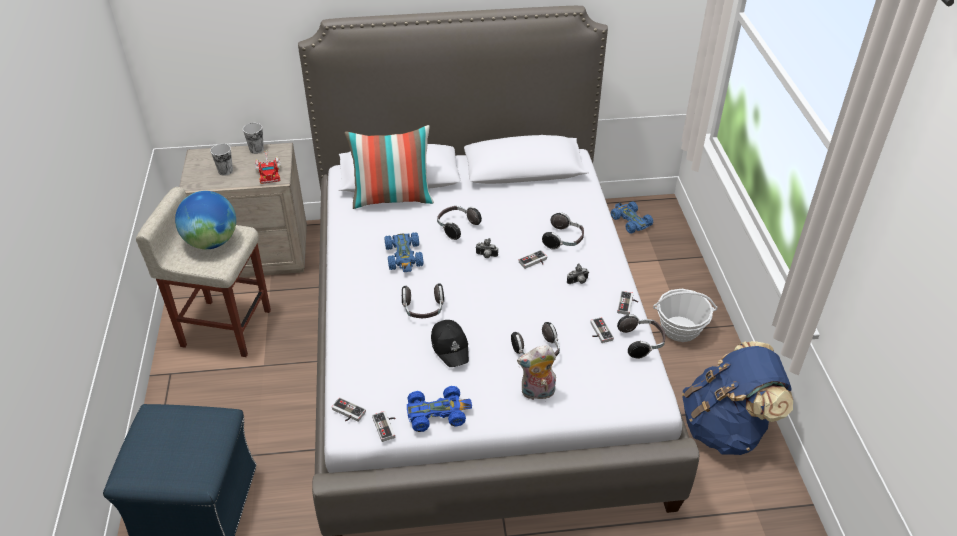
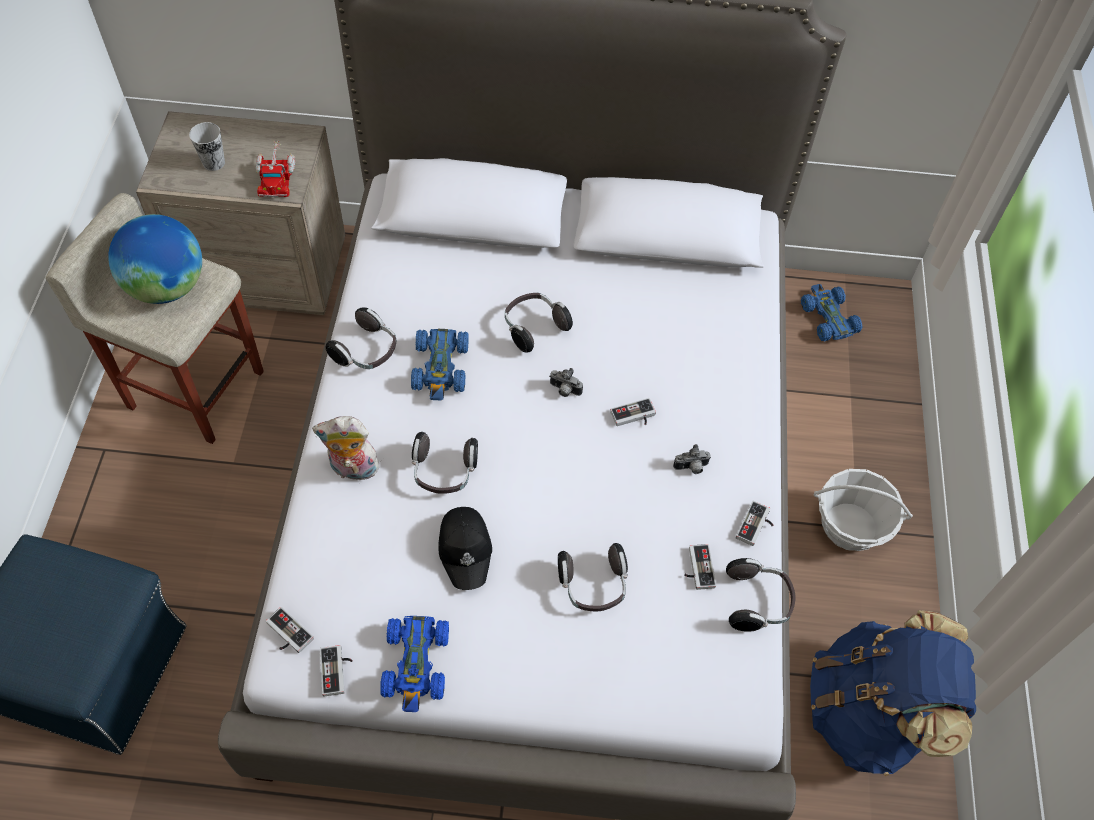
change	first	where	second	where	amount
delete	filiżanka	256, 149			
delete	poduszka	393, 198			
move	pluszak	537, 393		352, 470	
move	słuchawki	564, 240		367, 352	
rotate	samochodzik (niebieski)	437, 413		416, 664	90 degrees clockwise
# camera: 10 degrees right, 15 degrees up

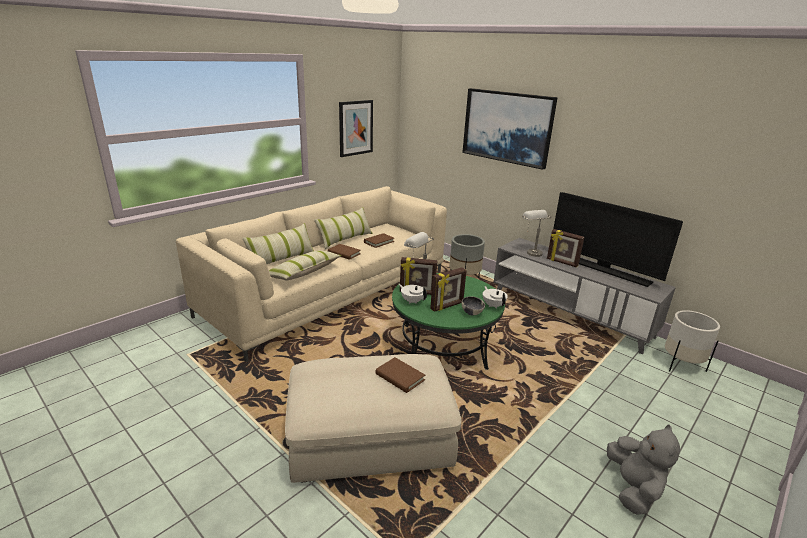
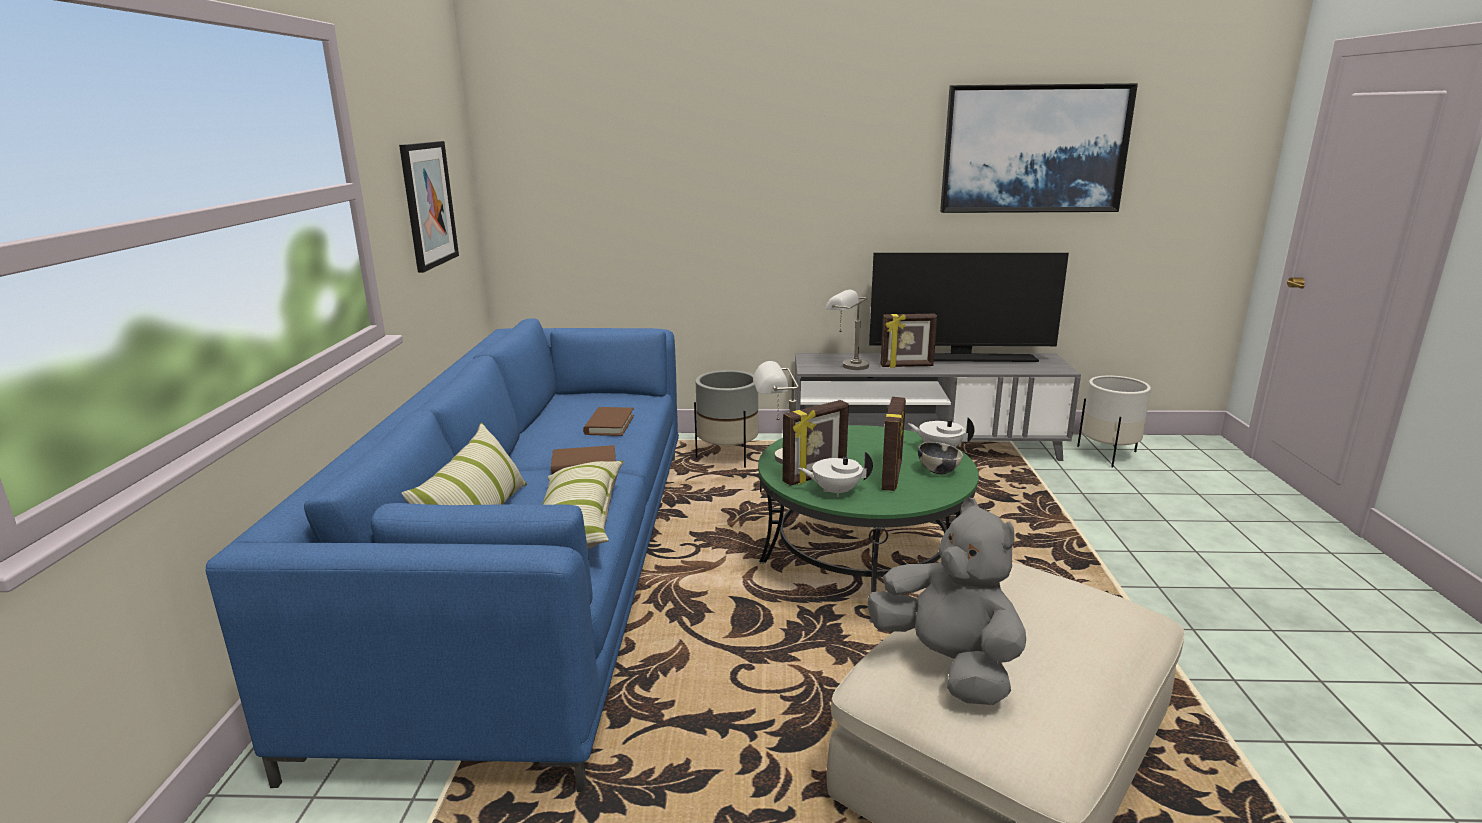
change	first	where	second	where	amount
delete	poduszka	345, 239			
delete	książka (brązowy)	400, 377			
move	obraz	507, 127		1033, 149	
move	pluszak (szary)	633, 488		947, 664	
recolor	kanapa (beżowy)	330, 292	kanapa (niebieski)	537, 572	
# camera: 40 degrees left, 5 degrees down

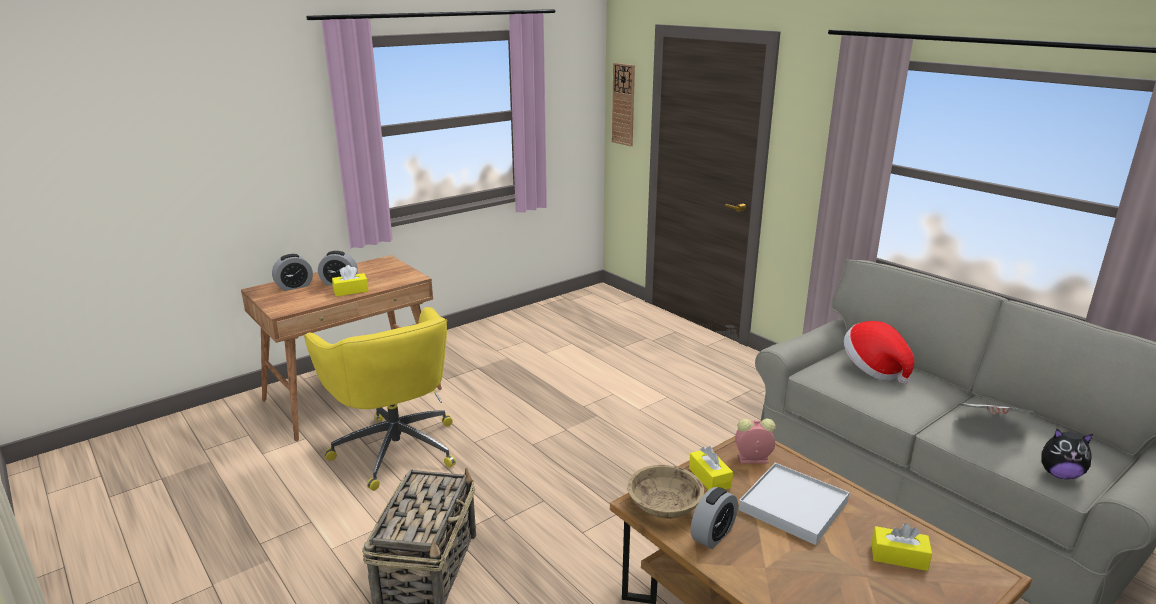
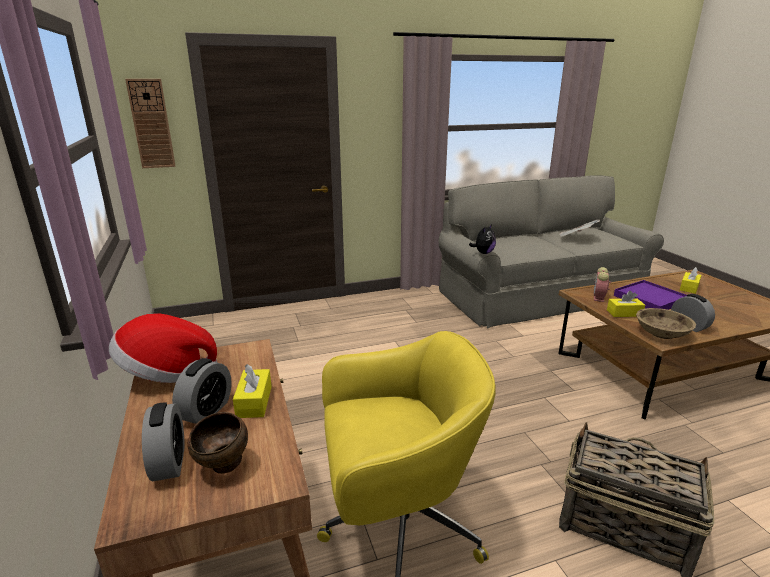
change	first	where	second	where	amount
insert			miska (brązowy)	224, 466	
move	kapelusz	874, 369		165, 373	
move	pluszak	1059, 474		483, 253	
recolor	taca (biały)	793, 506	taca (fioletowy)	649, 299	
# camera: 70 degrees left, 0 degrees up

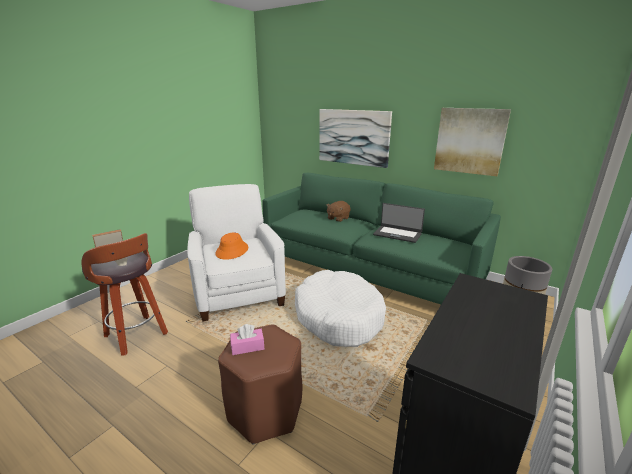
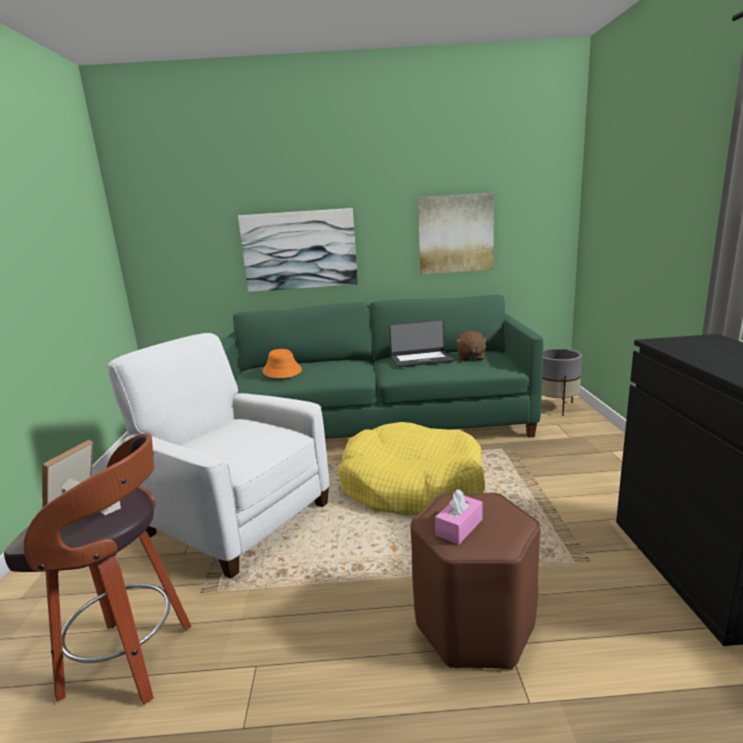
change	first	where	second	where	amount
move	kapelusz (pomarańczowy)	232, 251		282, 371	
move	pluszak (brązowy)	338, 218		470, 358	
recolor	legowisko (biały)	338, 317	legowisko (żółty)	412, 485	
# camera: 35 degrees left, 5 degrees down

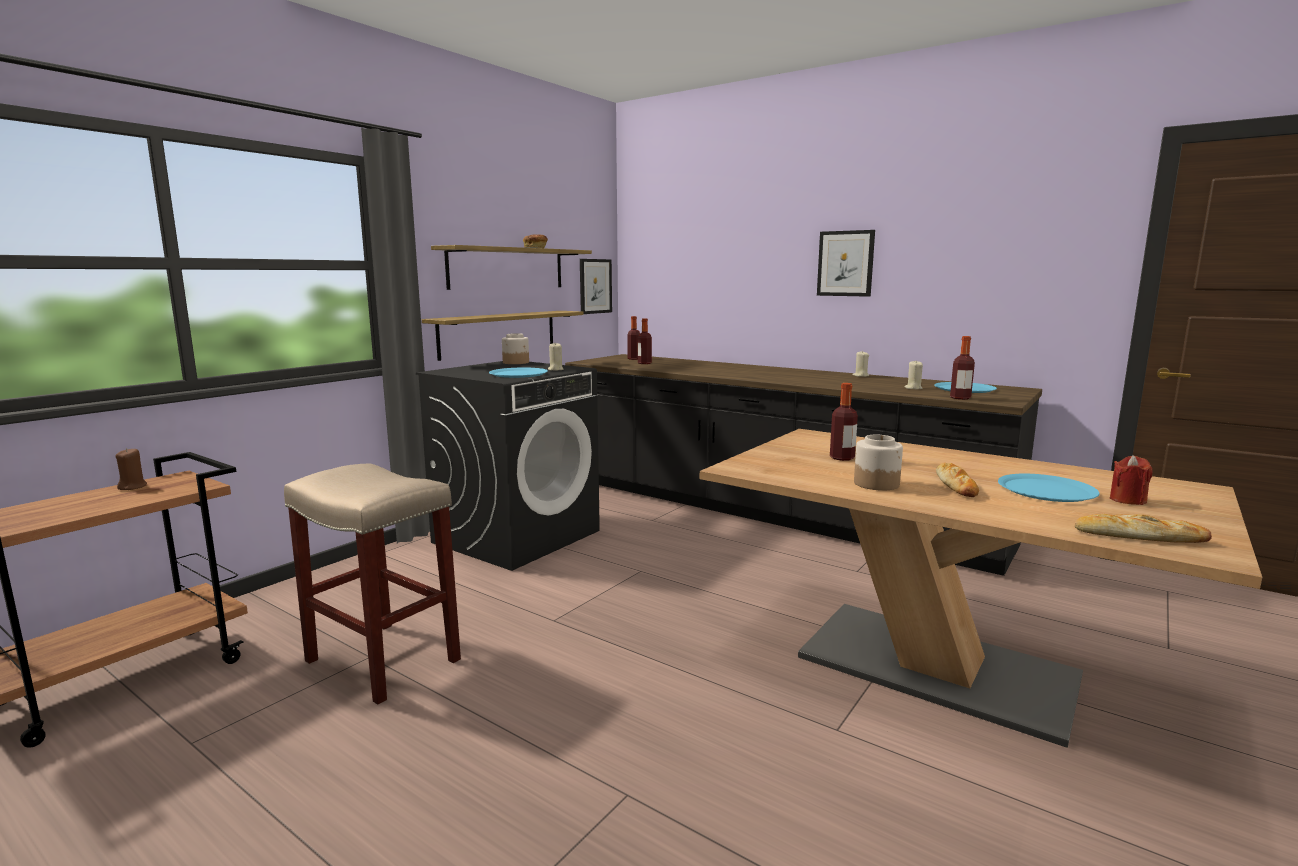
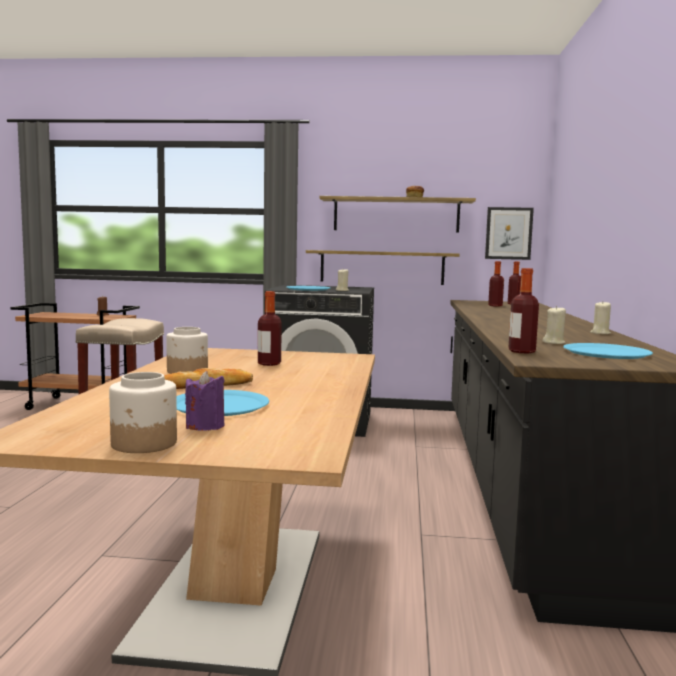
change	first	where	second	where	amount
delete	obraz	845, 263			
delete	chleb	1138, 536			
move	słoik	516, 362		144, 444	
recolor	świeca (czerwony)	1127, 500	świeca (fioletowy)	205, 426	
# camera: 60 degrees right, 5 degrees down

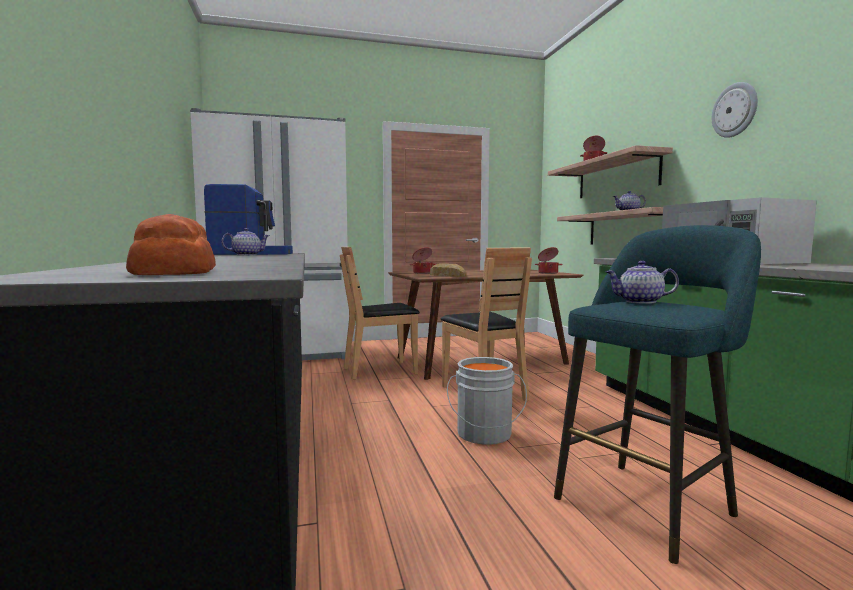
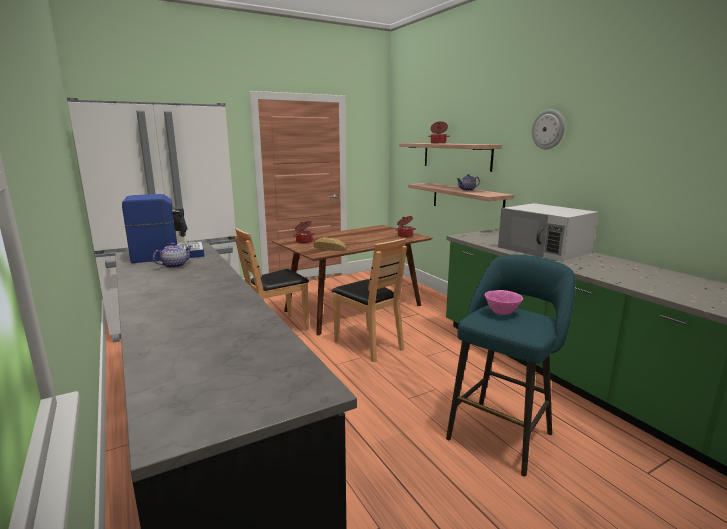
change	first	where	second	where	amount
delete	chleb	175, 271			
delete	wiadro (szary)	484, 435			
replace	imbryk	640, 301	miska (różowy)	502, 313	
# camera: 15 degrees left, 10 degrees up

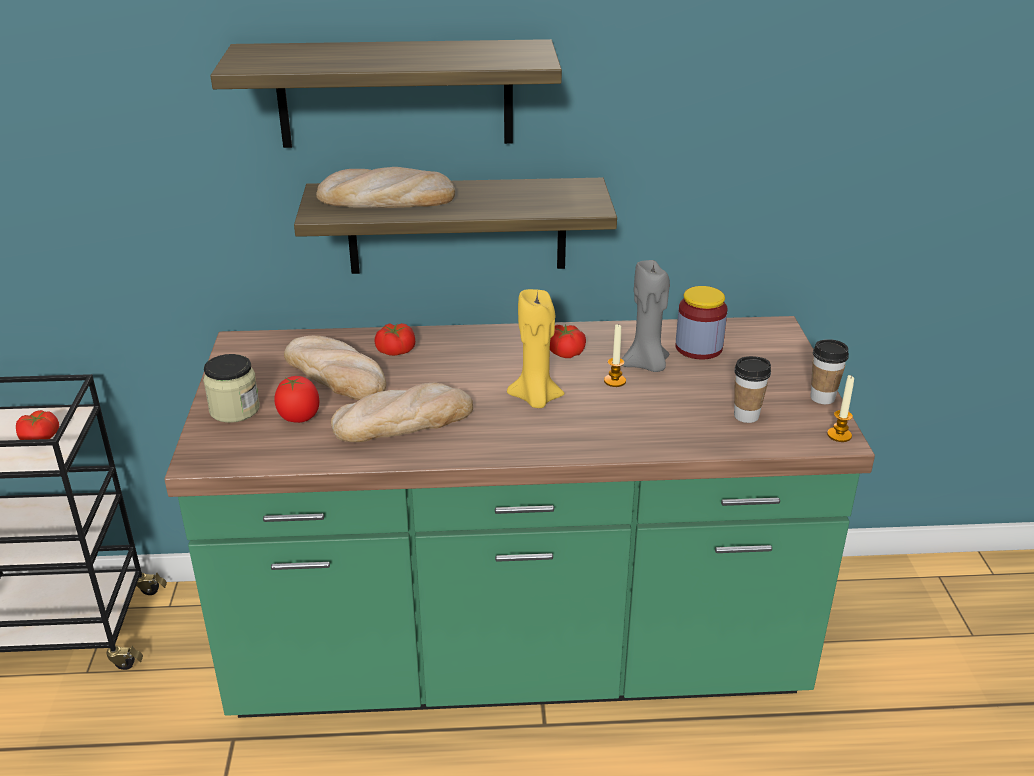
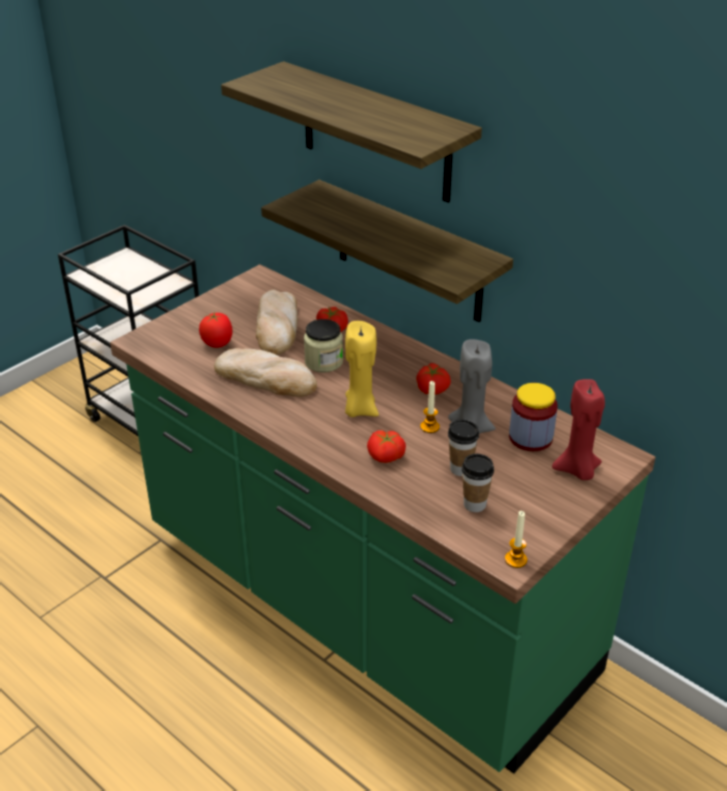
change	first	where	second	where	amount
delete	chleb	386, 199			
insert			świeca (czerwony)	577, 470	
move	pomidor	40, 438		386, 456	
move	słoik	234, 409		323, 362	
move	filiżanka	822, 398		460, 469	
# camera: 45 degrees right, 5 degrees up

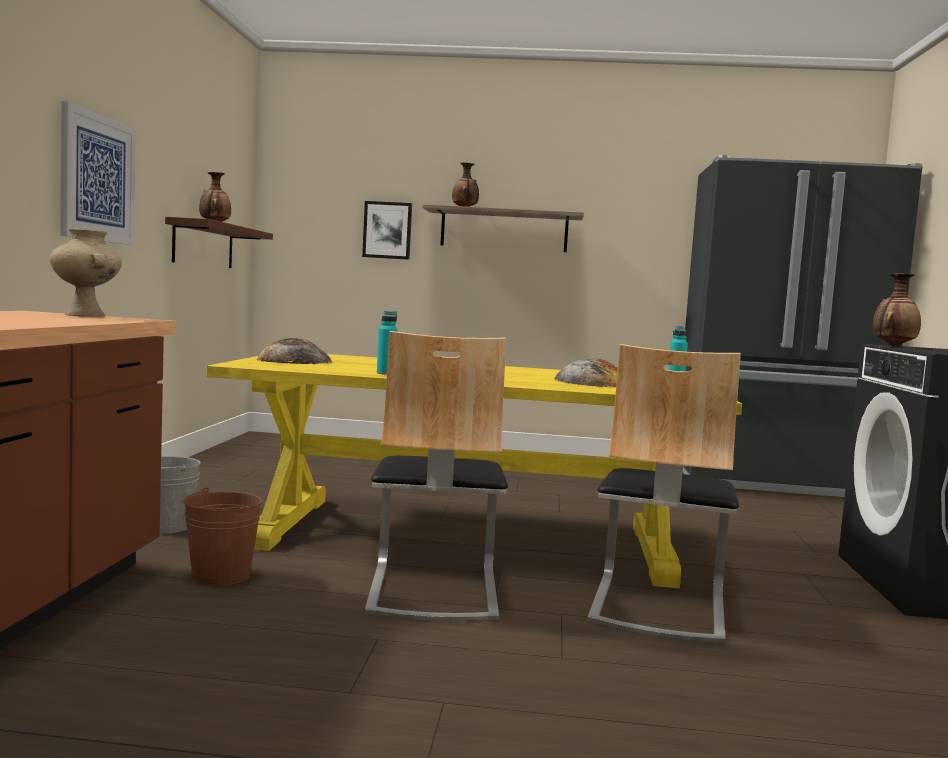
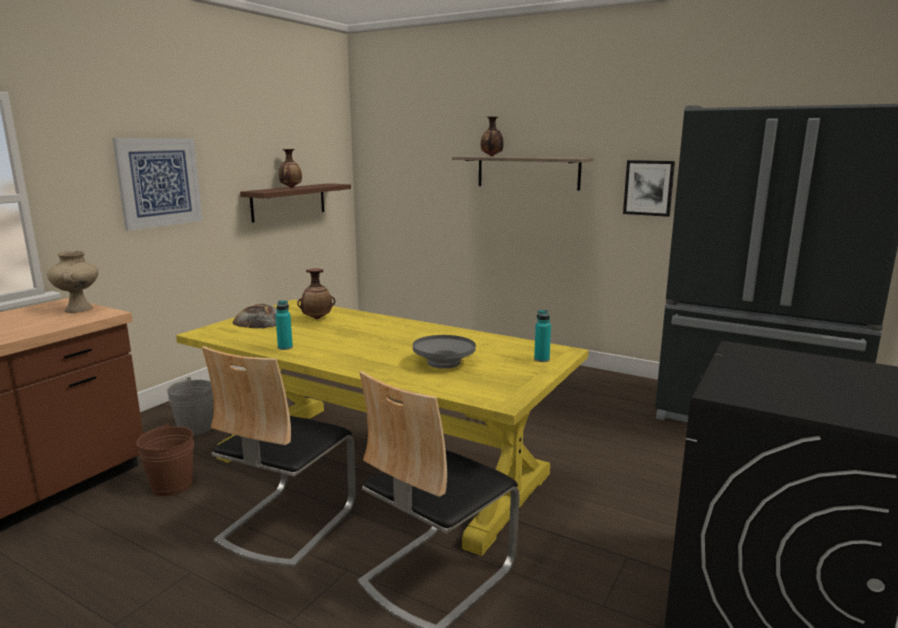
change	first	where	second	where	amount
move	obraz	387, 230		648, 188	
move	wazon	893, 346		317, 318	
replace	chleb	591, 382	miska (szary)	444, 363	
# camera: 25 degrees right, 10 degrees up

